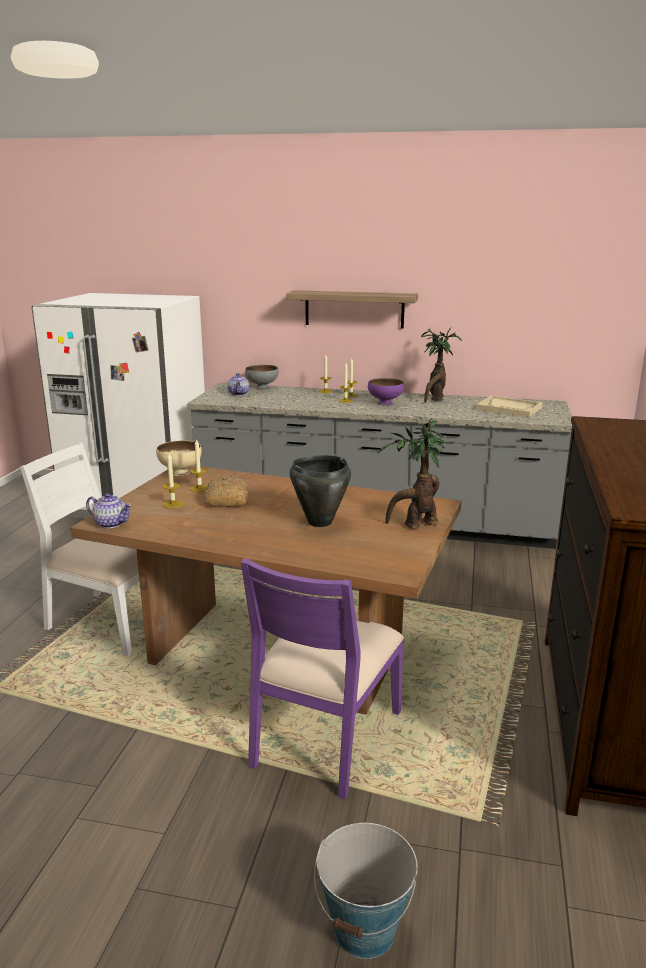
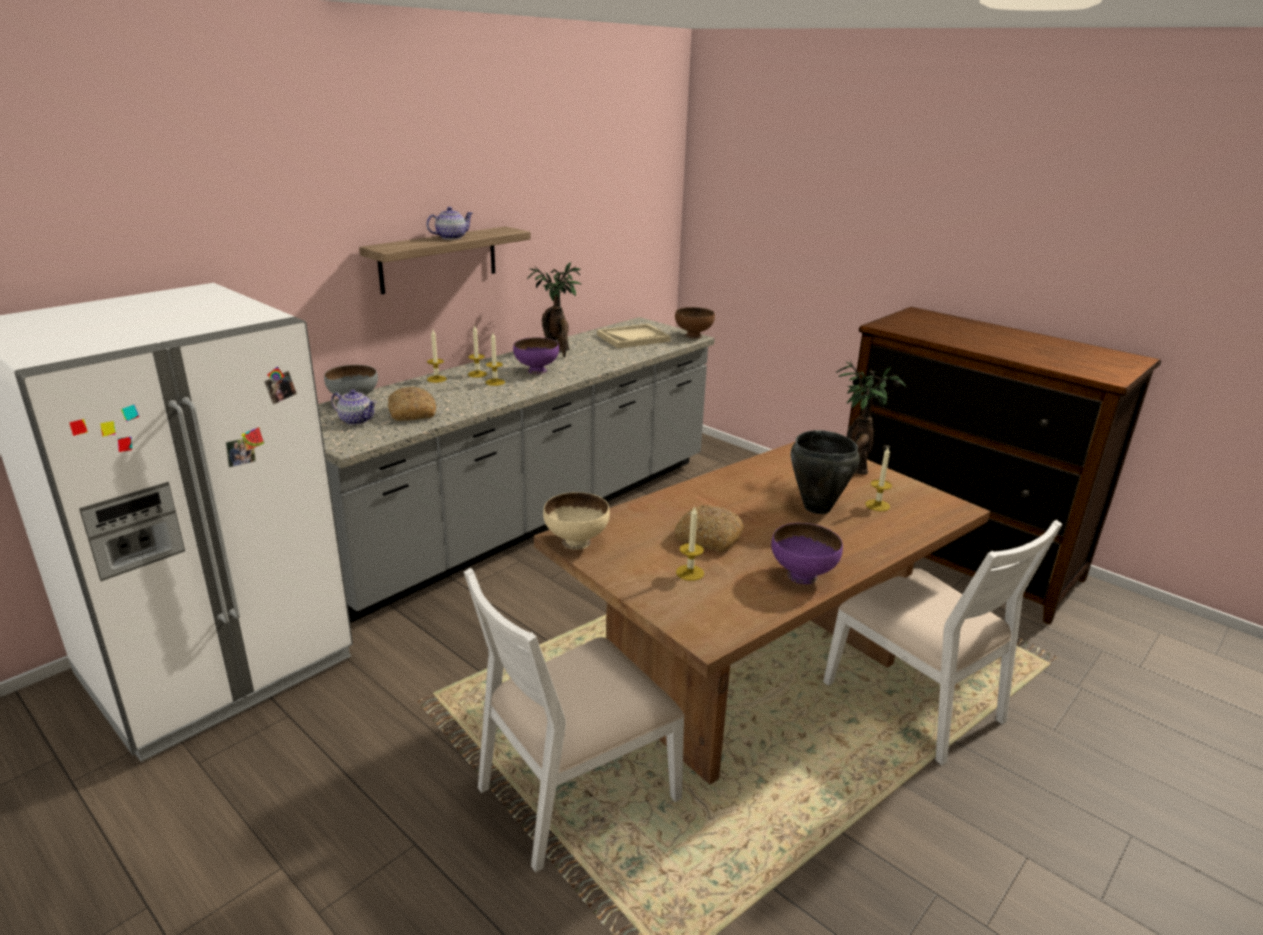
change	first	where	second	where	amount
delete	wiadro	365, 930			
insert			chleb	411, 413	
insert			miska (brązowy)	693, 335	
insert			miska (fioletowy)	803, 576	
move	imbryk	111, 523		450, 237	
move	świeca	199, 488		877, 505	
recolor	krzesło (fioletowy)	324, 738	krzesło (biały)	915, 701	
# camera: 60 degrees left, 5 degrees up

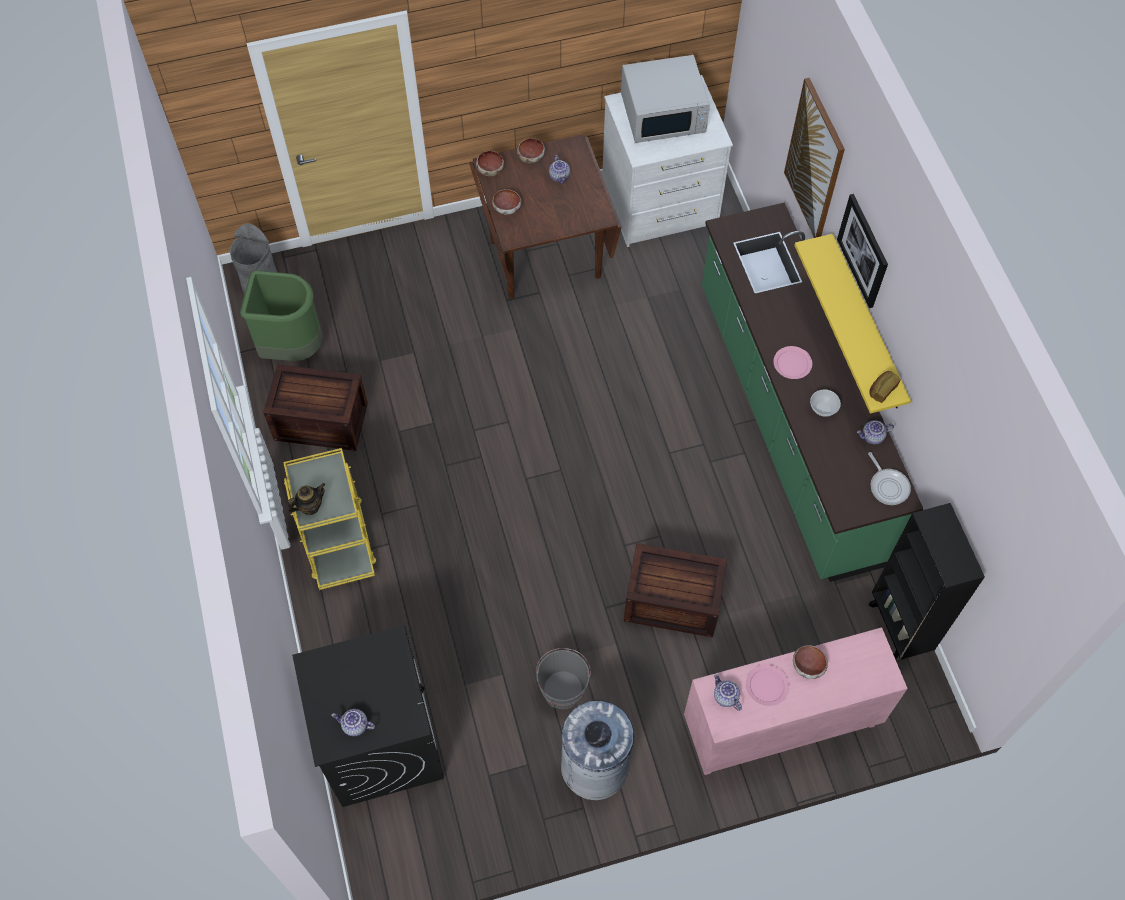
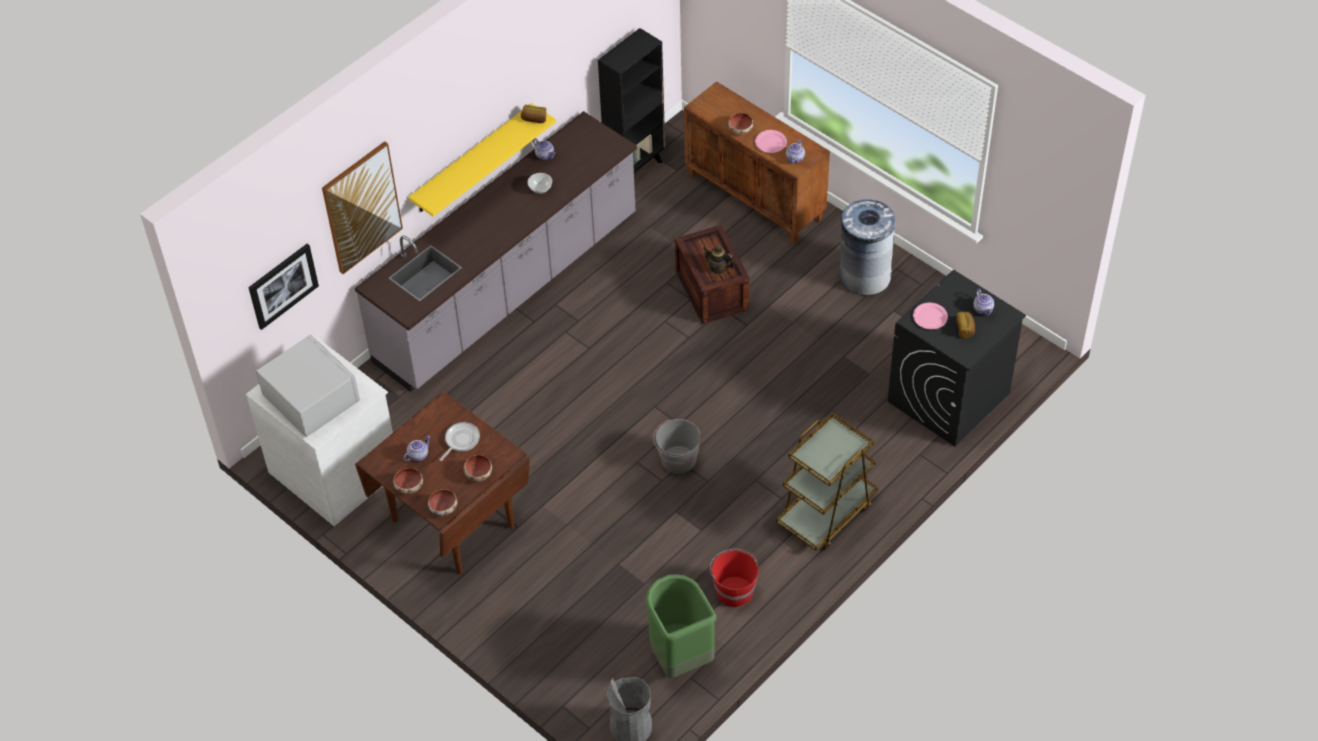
change	first	where	second	where	amount
insert			chleb	965, 329	
move	imbryk	310, 506		718, 268	
move	wiadro (szary)	562, 688		677, 459	
move	talerz (różowy)	792, 364		930, 317	
move	obraz	863, 250		282, 285	
move	patelnia	888, 486		461, 440	
replace	skrzynka	319, 421	wiadro (czerwony)	734, 591	
recolor	wózek (żółty)	338, 540	wózek (brązowy)	826, 513	
recolor	szafka (różowy)	780, 726	szafka (brązowy)	756, 197	
recolor	zabudowa kuchenna (zielony)	788, 423	zabudowa kuchenna (szary)	508, 290	
# camera: 120 degrees left, 10 degrees down

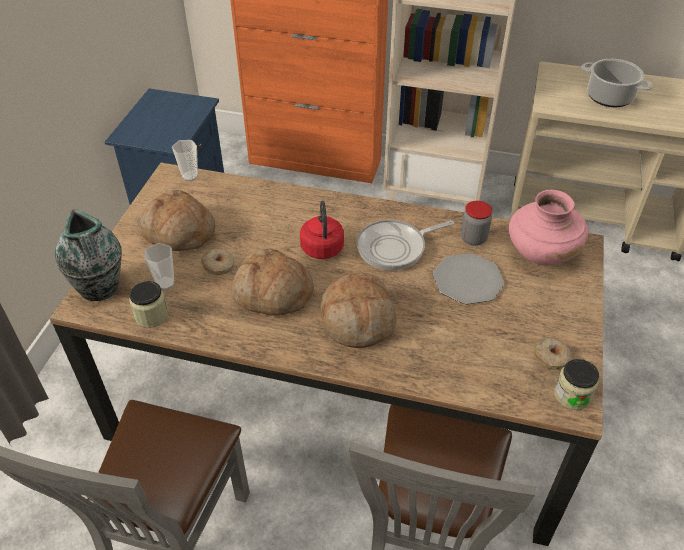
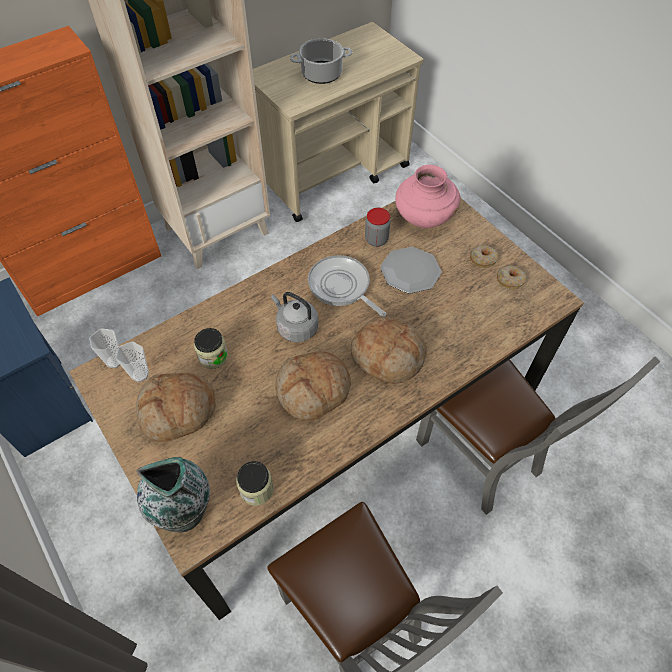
change	first	where	second	where	amount
move	filiżanka	165, 283		140, 374	
move	donut	219, 265		483, 259	
move	słoik	572, 395		213, 356	
recolor	czajnik (czerwony)	322, 246	czajnik (szary)	295, 327	
rotate	patelnia	395, 248		341, 287	120 degrees clockwise
# camera: 50 degrees left, 10 degrees up

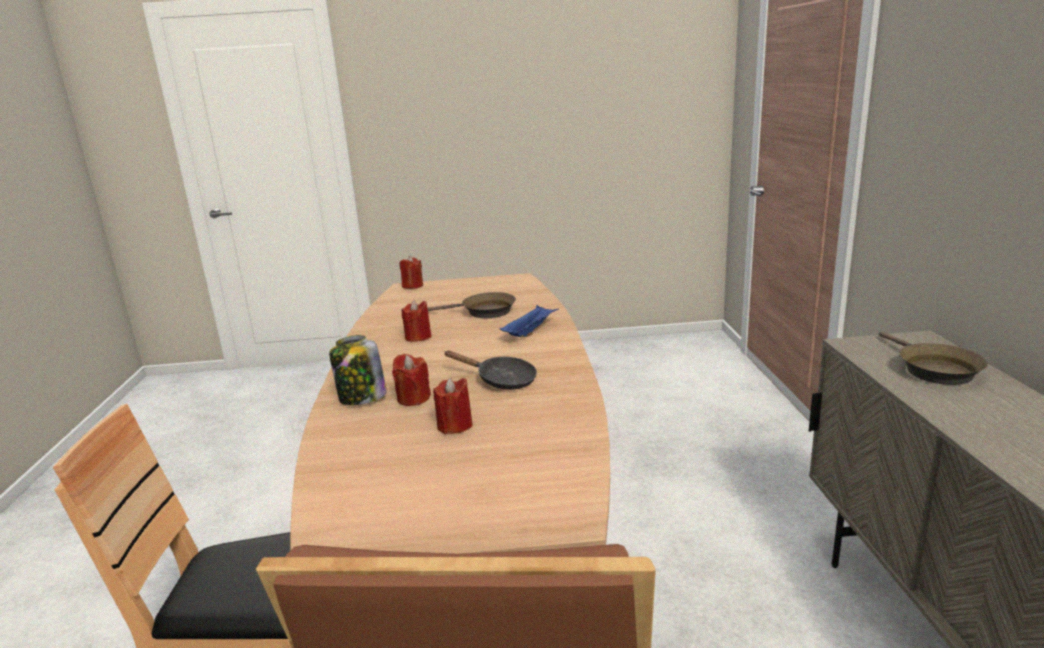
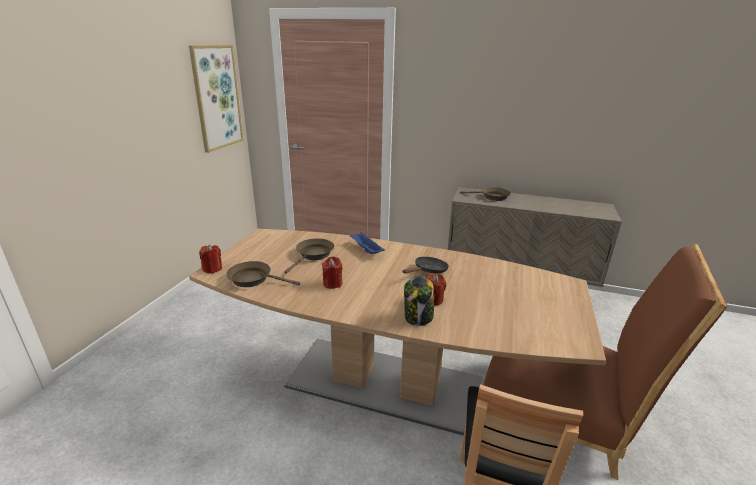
change	first	where	second	where	amount
delete	świeca (czerwony)	454, 425			
insert			obraz	217, 98	
insert			patelnia (brązowy)	254, 279	
# camera: 70 degrees left, 5 degrees up

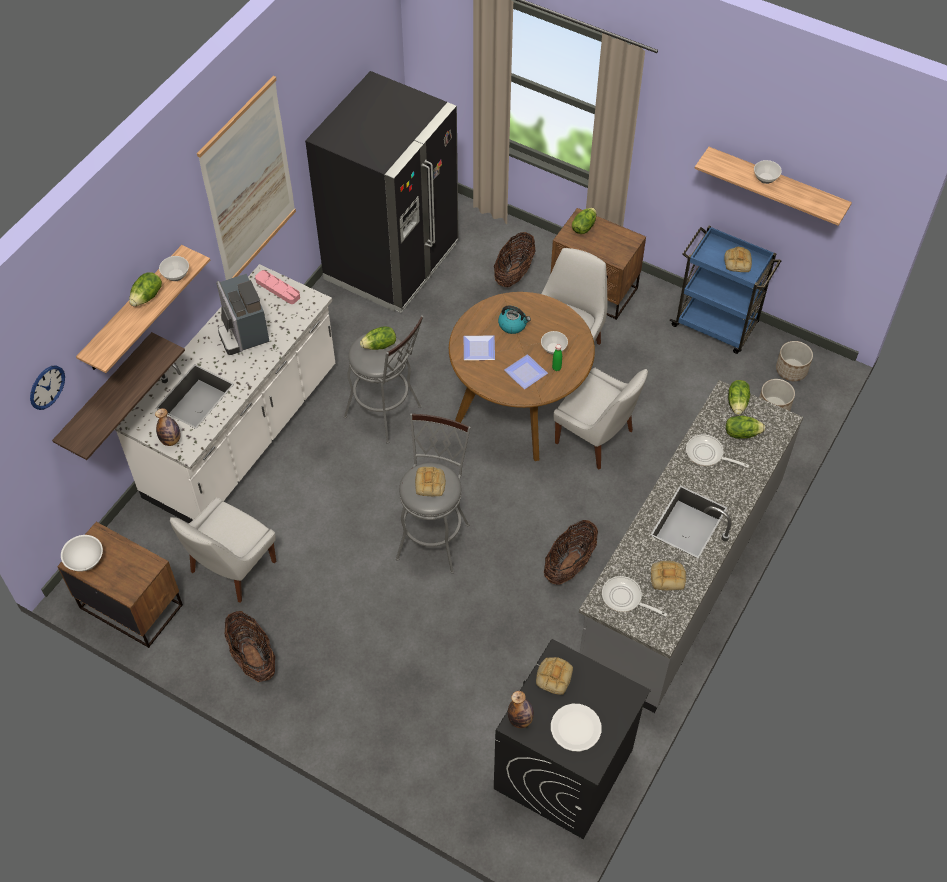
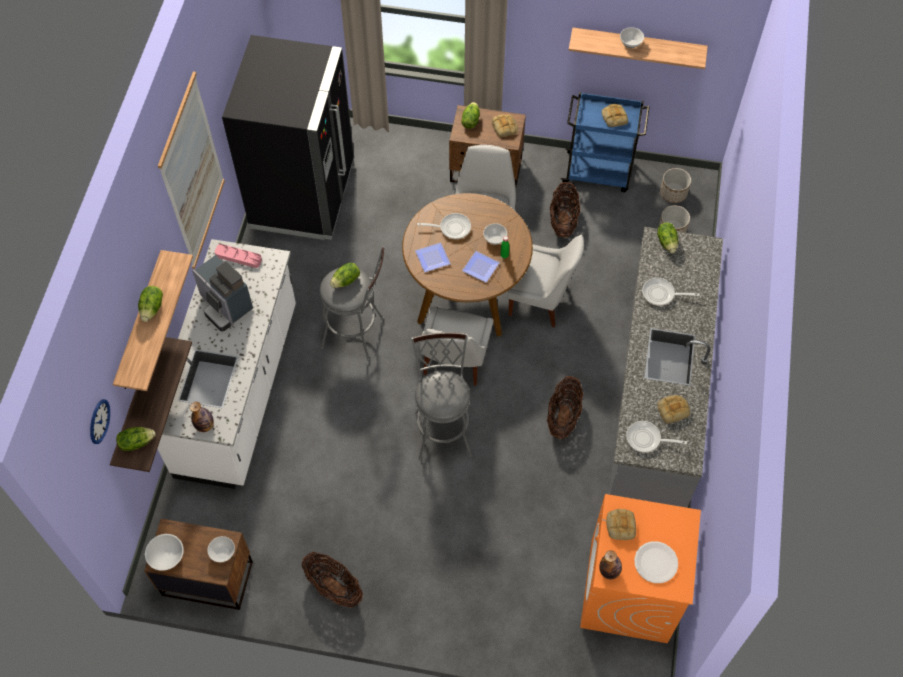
change	first	where	second	where	amount
move	miska	175, 275		222, 553	
move	krzesło (biały)	231, 569		454, 362	
move	chleb	430, 484		505, 127	
move	koszyk	514, 273		563, 221	
move	sałata	742, 433		136, 442	
replace	czajnik	513, 325	patelnia	452, 228	
recolor	pralka (czarny)	563, 770	pralka (pomarańczowy)	629, 592	
# camera: 20 degrees left, 5 degrees up

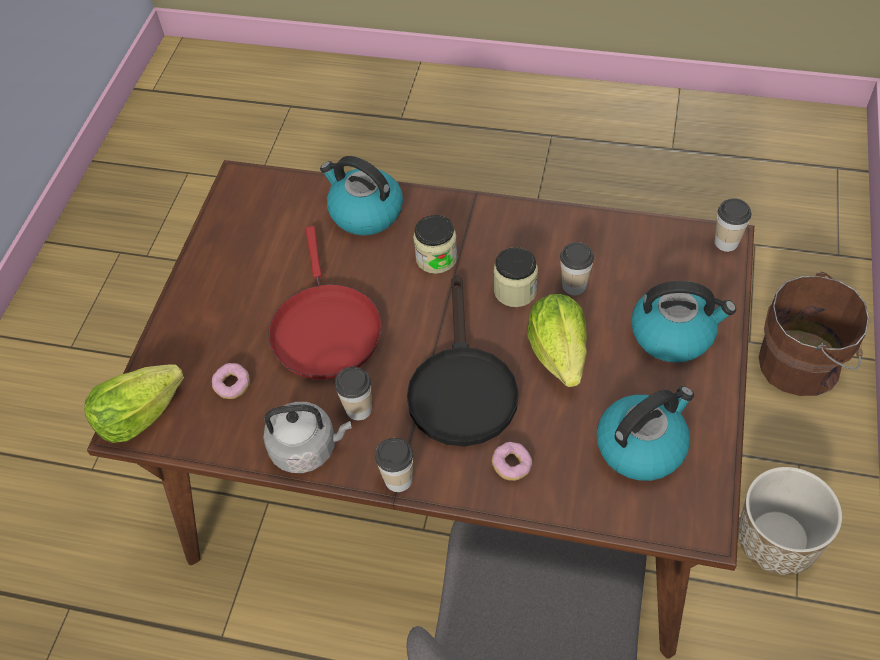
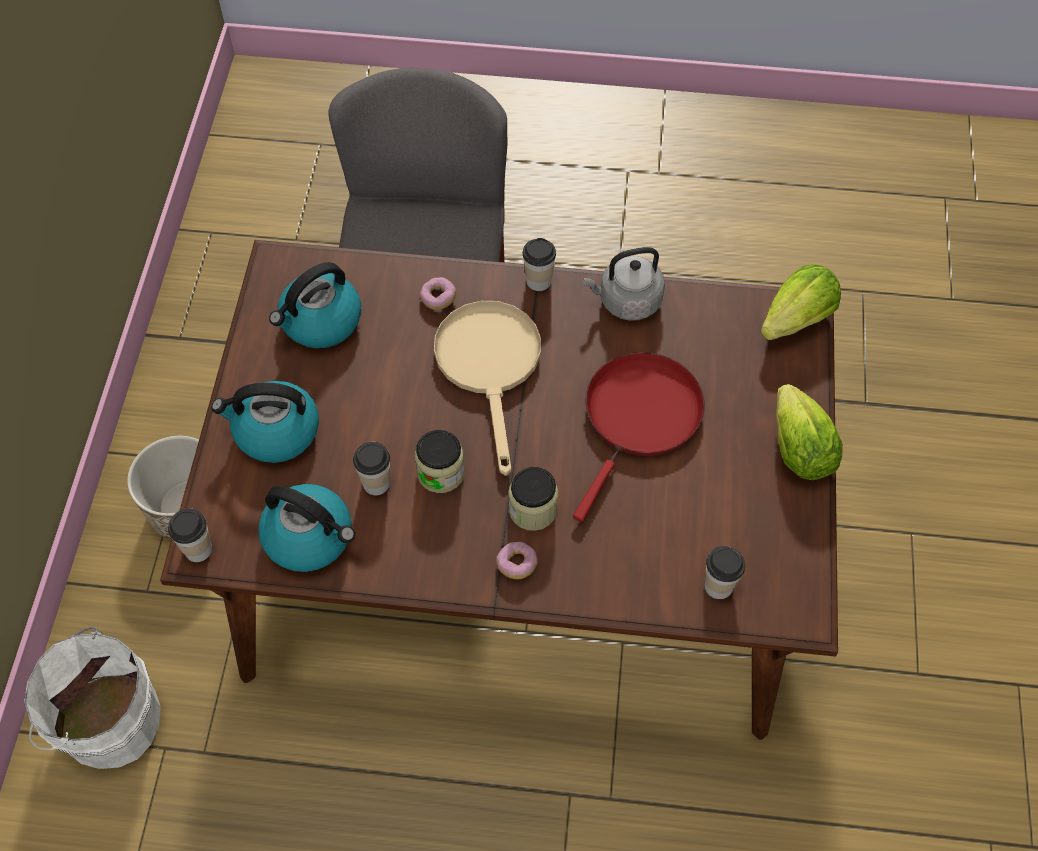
change	first	where	second	where	amount
move	donut	232, 385		517, 564	
move	czajnik	365, 212		310, 537	
move	filiżanka	358, 409		718, 586	
move	sałata	559, 353		799, 450	
recolor	patelnia (czarny)	461, 386	patelnia (beżowy)	490, 366	
recolor	wiadro (brązowy)	803, 363	wiadro (biały)	107, 720	
rotate	patelnia (czerwony)	325, 329		640, 417	45 degrees clockwise
# camera: 170 degrees right, 5 degrees up

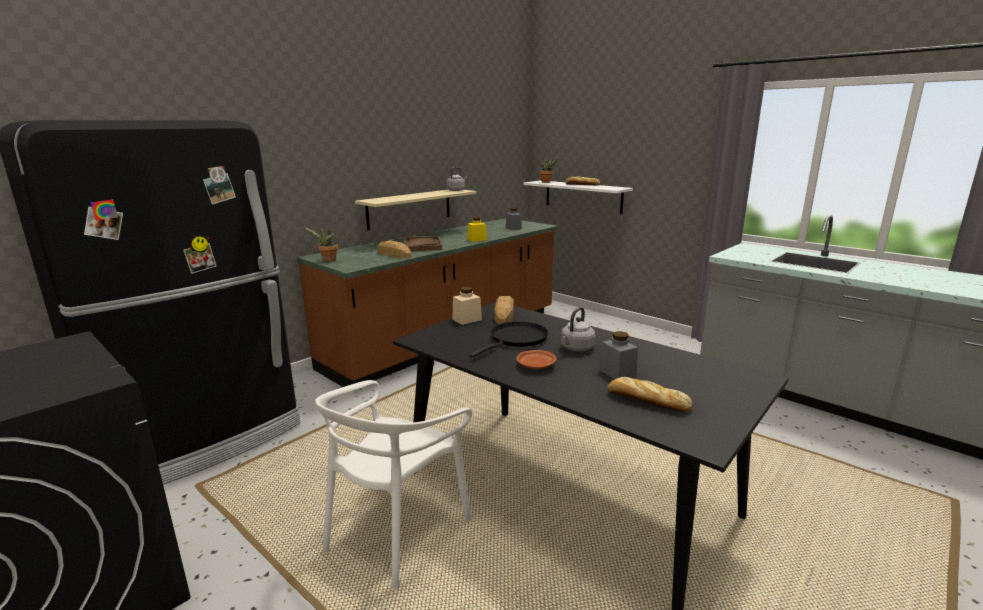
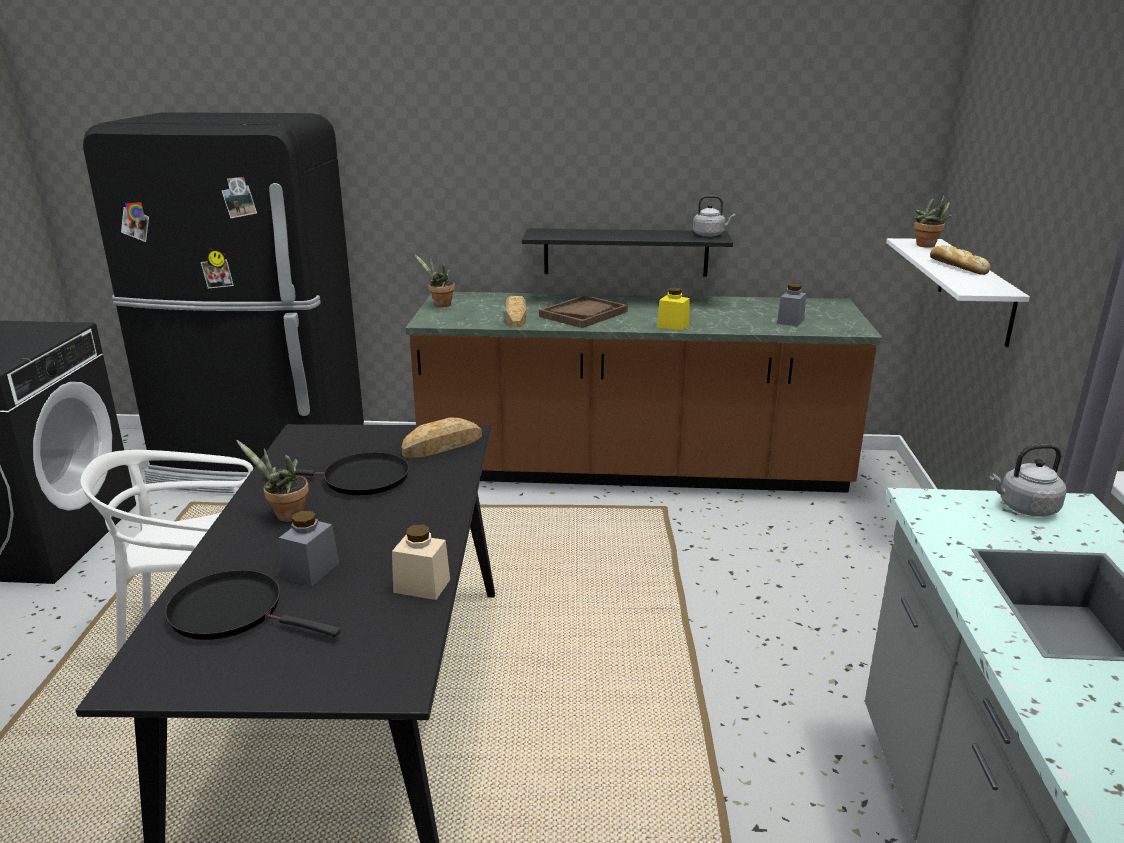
change	first	where	second	where	amount
move	słoik (beżowy)	467, 319		422, 586	
move	czajnik (szary)	576, 348		1025, 508	
replace	talerz (brązowy)	536, 365	roślina doniczkowa	285, 516	
replace	chleb	646, 401	patelnia (czarny)	233, 612	
recolor	półka (beżowy)	409, 208	półka (czarny)	625, 252	
# camera: 50 degrees right, 5 degrees up

